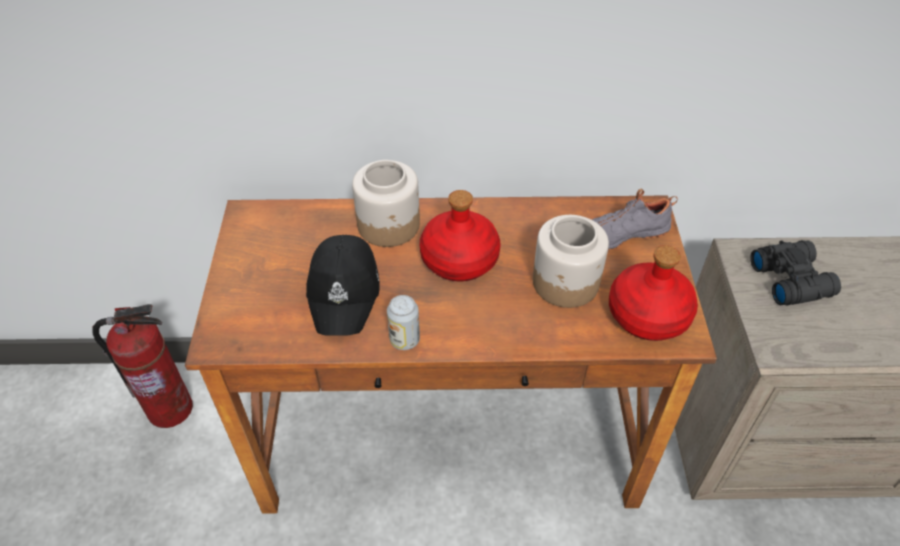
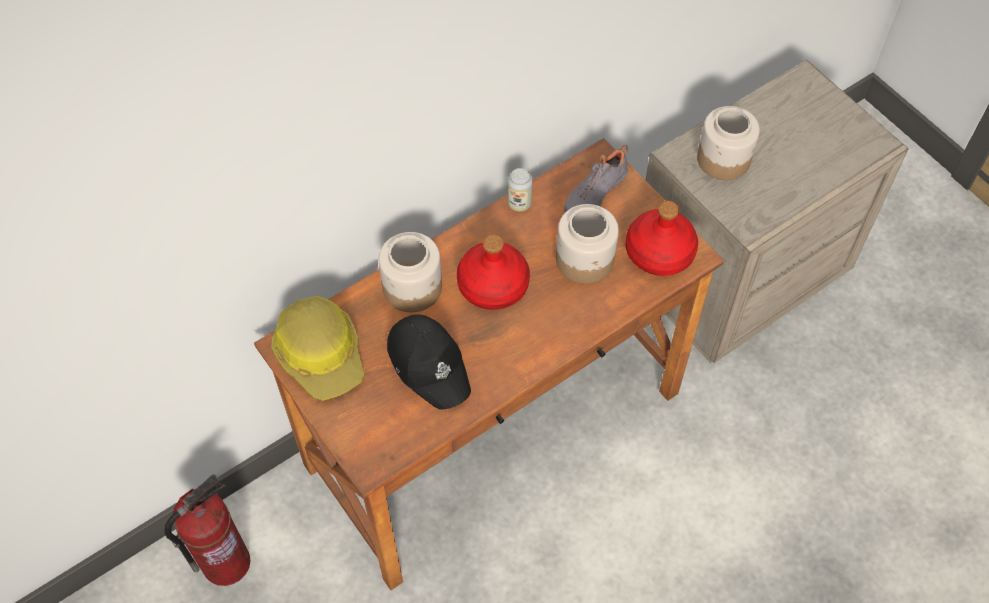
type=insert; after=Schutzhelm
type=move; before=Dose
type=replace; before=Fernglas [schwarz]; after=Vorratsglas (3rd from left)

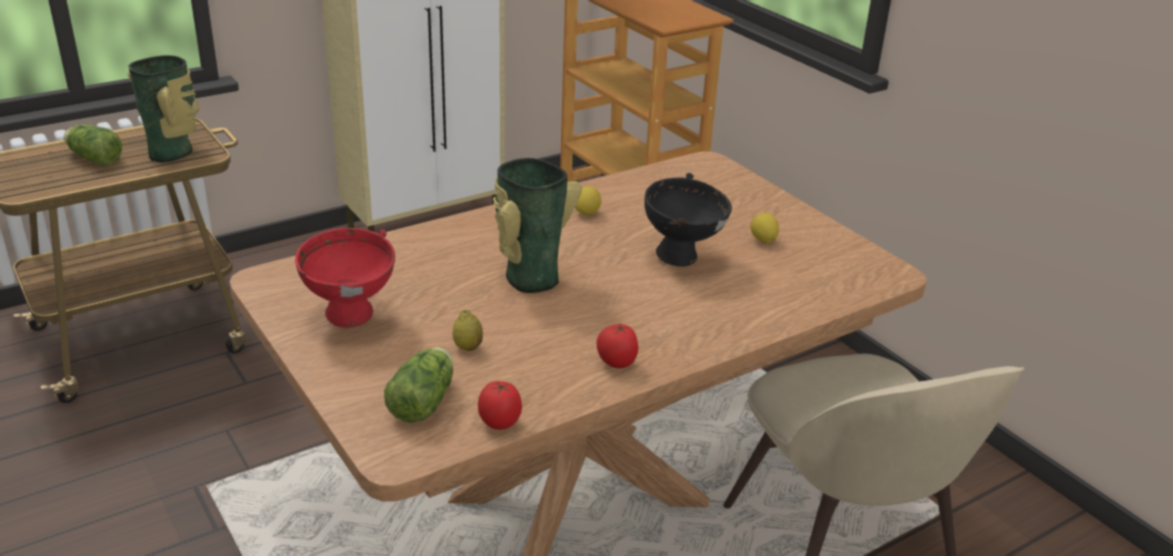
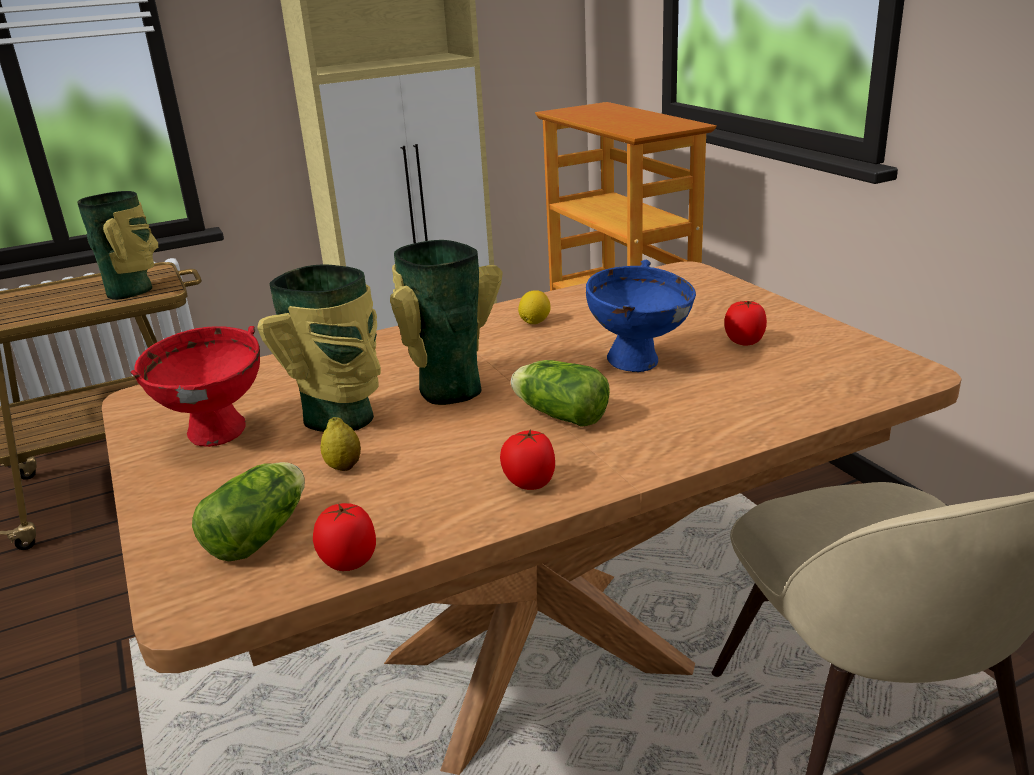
type=insert; after=Vase (2nd from left)
type=move; before=Salatkopf (1st from left in the first image); after=Salatkopf (2nd from left)
type=recolor; before=Schüssel [schwarz]; after=Schüssel [blau]
type=replace; before=Zitrone (3rd from left); after=Tomate (3rd from left)

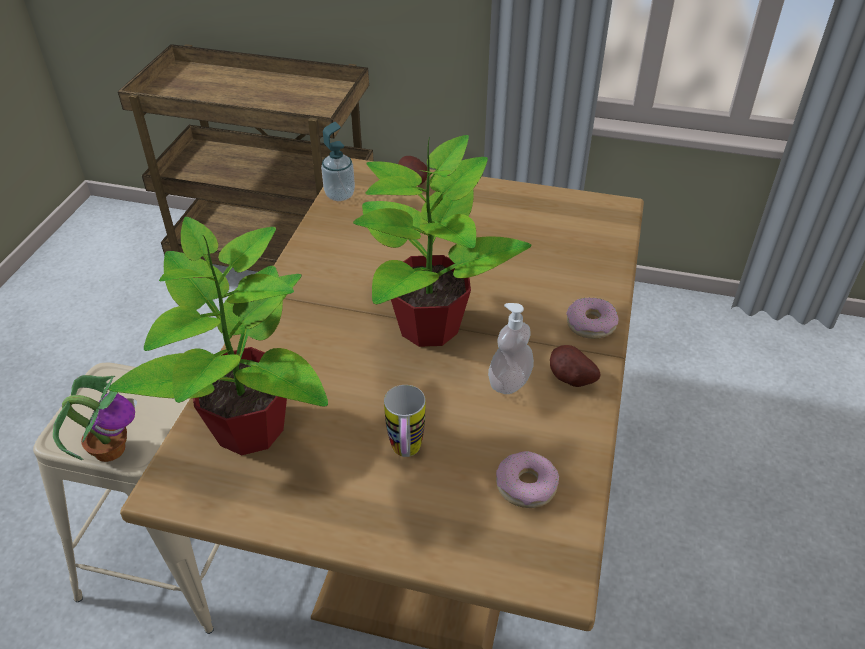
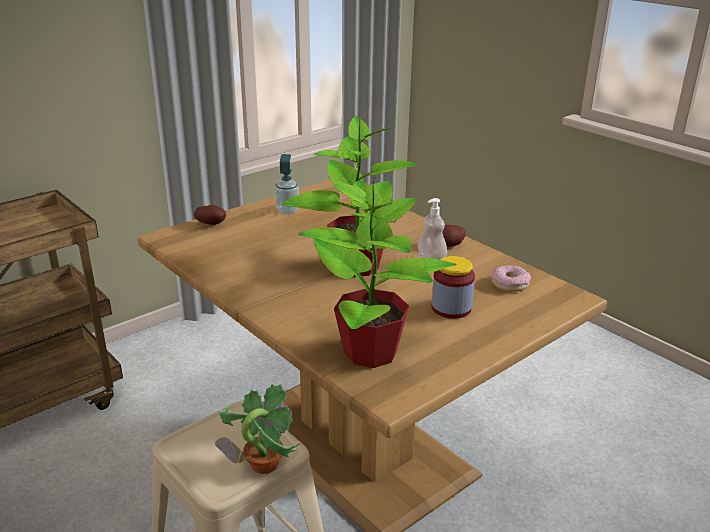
type=move; before=Seifenspender (1st from left)
type=replace; before=Henkelbecher; after=Vorratsglas
type=delete; before=Donut (2nd from left)

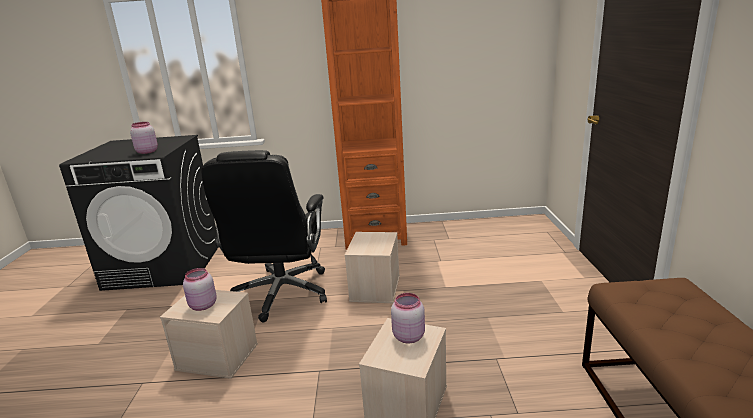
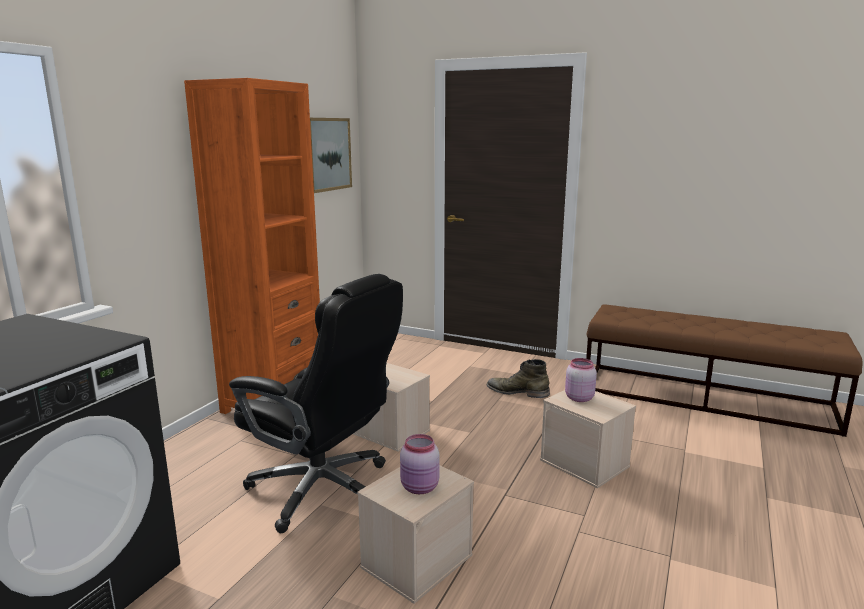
type=insert; after=Bild
type=insert; after=Stiefel [grün]
type=delete; before=Vorratsglas [rosa] (1st from left)

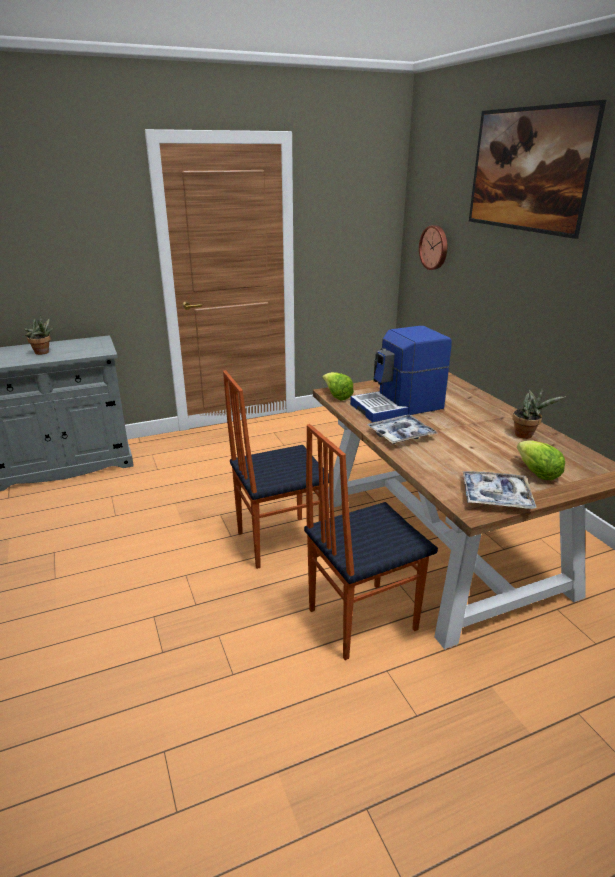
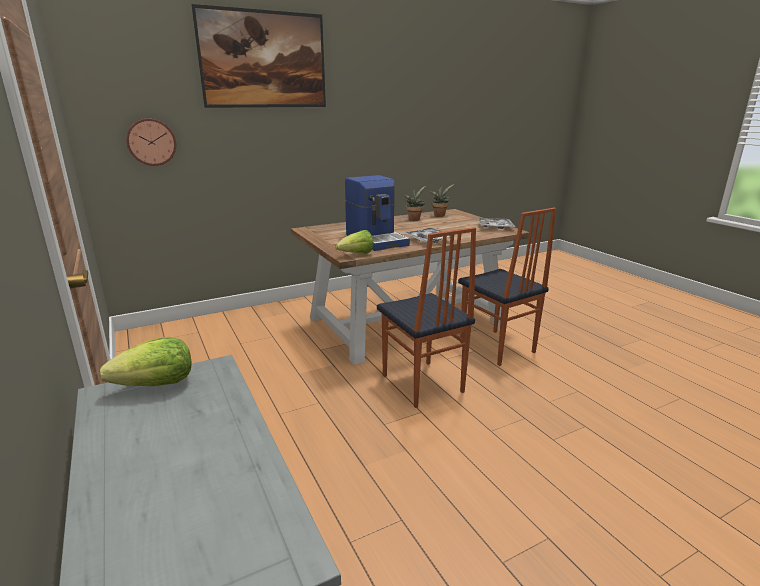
type=move; before=Salatkopf (2nd from left in the first image); after=Salatkopf (1st from left)
type=move; before=Topfpflanze (1st from left in the first image); after=Topfpflanze (2nd from left)

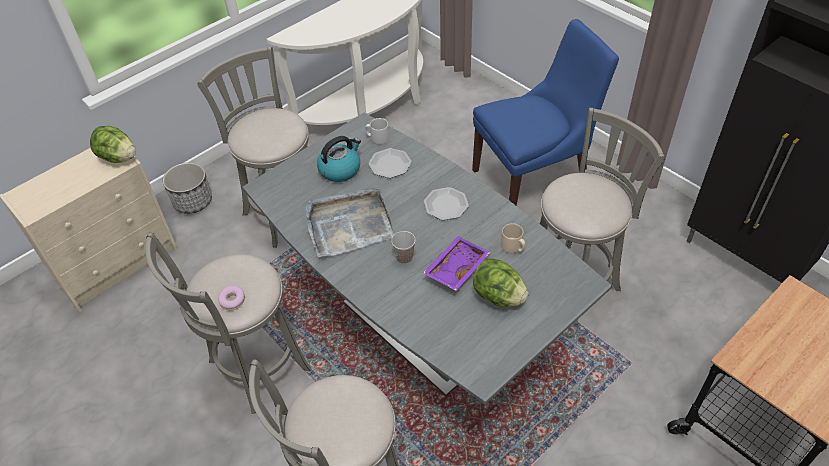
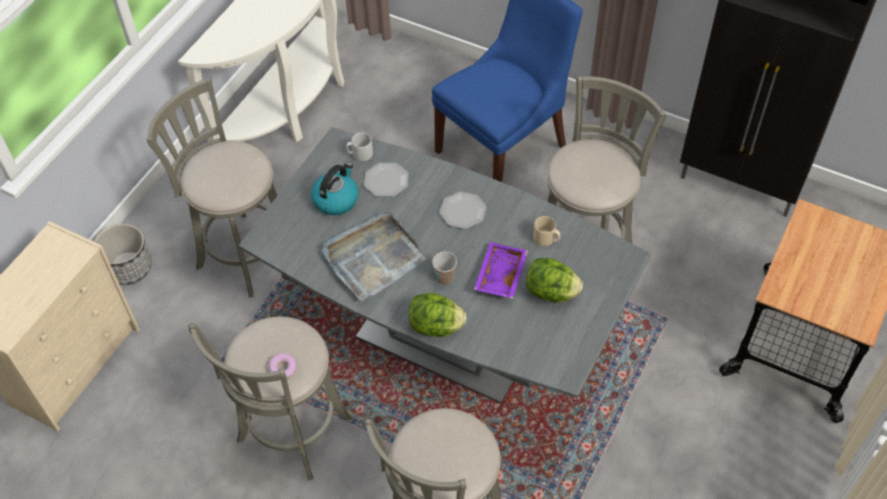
type=move; before=Salatkopf (1st from left)

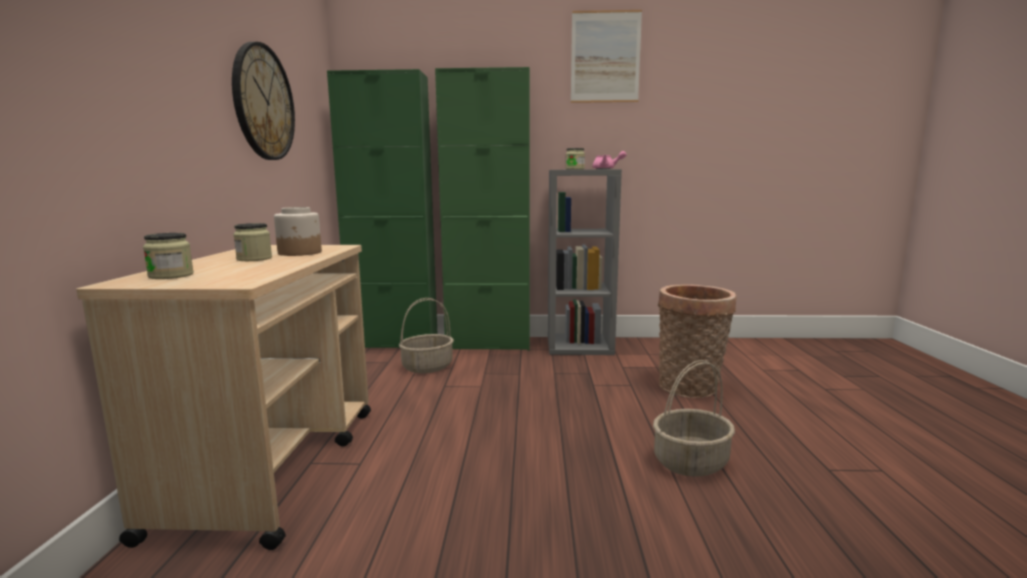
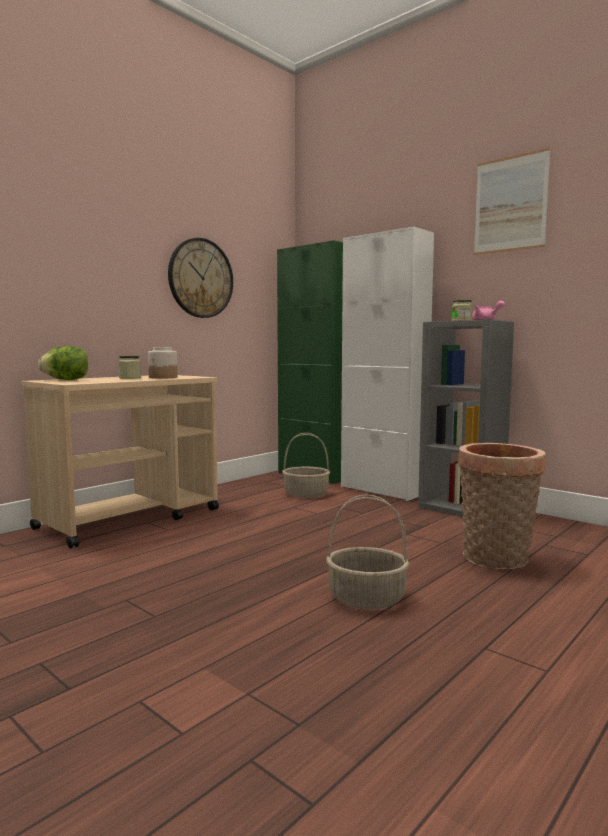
type=replace; before=Vorratsglas (1st from left); after=Salatkopf
type=recolor; before=Schrank [grün] (2nd from left); after=Schrank [weiß]

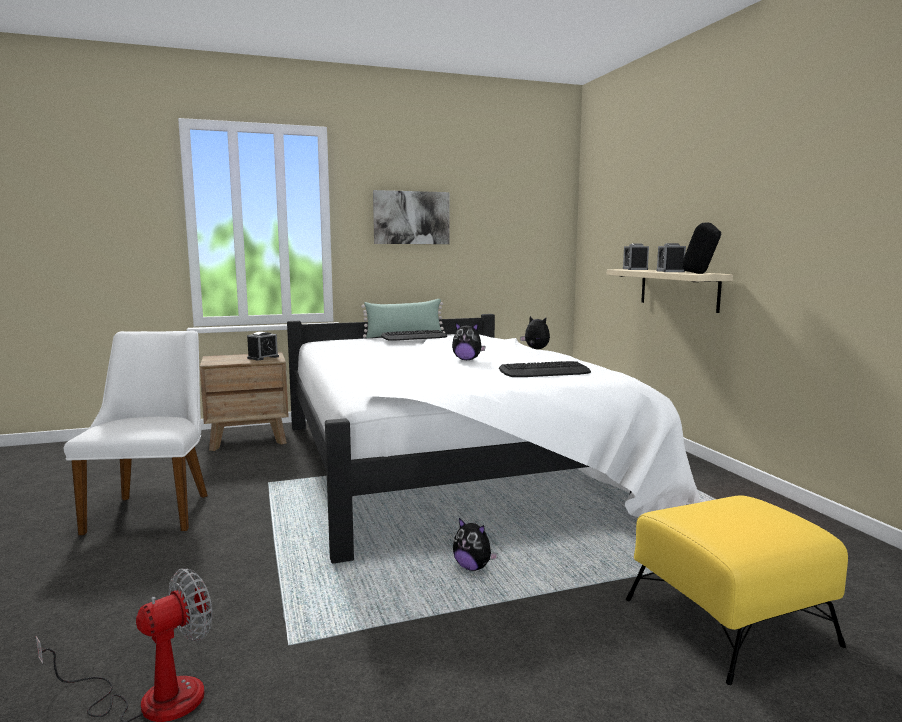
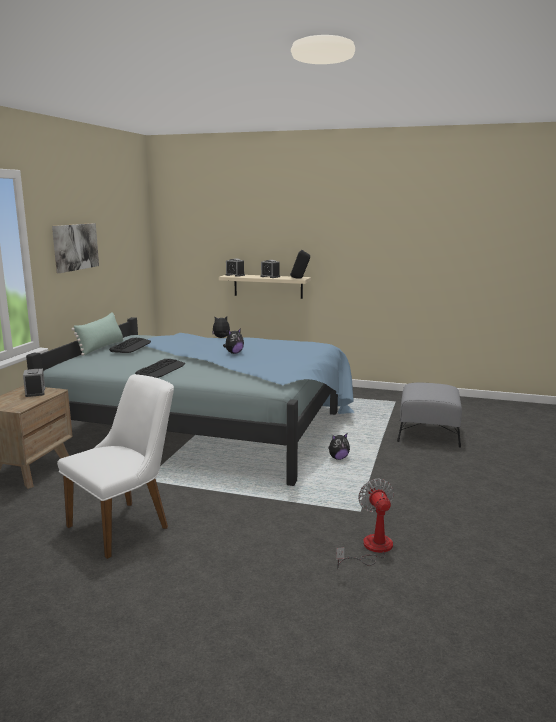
type=recolor; before=Bett [weiß]; after=Bett [blau]
type=rotate; before=Stuhl [weiß]; turn=105
type=move; before=Tastatur (2nd from left)
type=recolor; before=Polsterhocker [gelb]; after=Polsterhocker [grau]

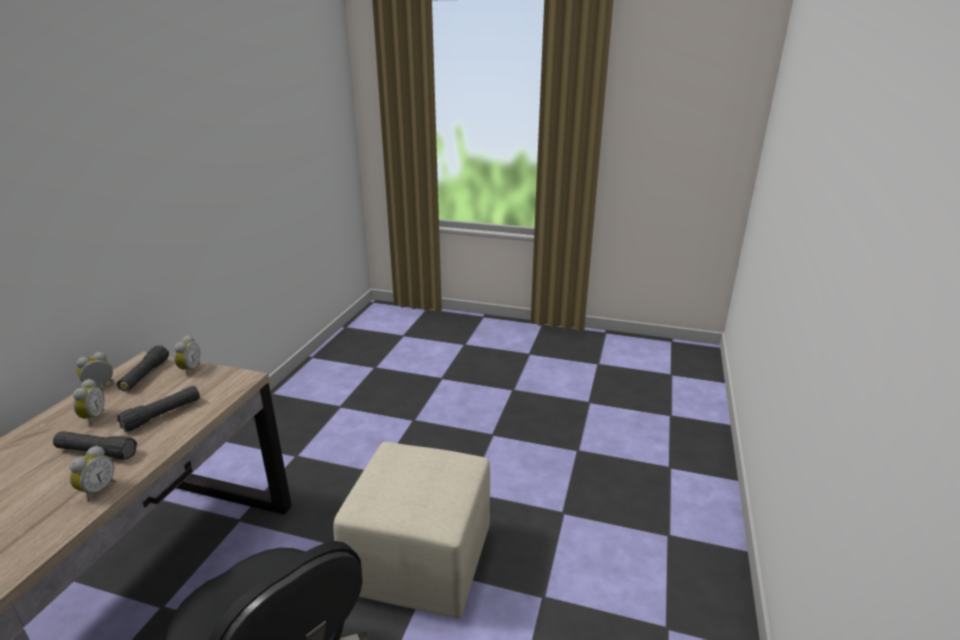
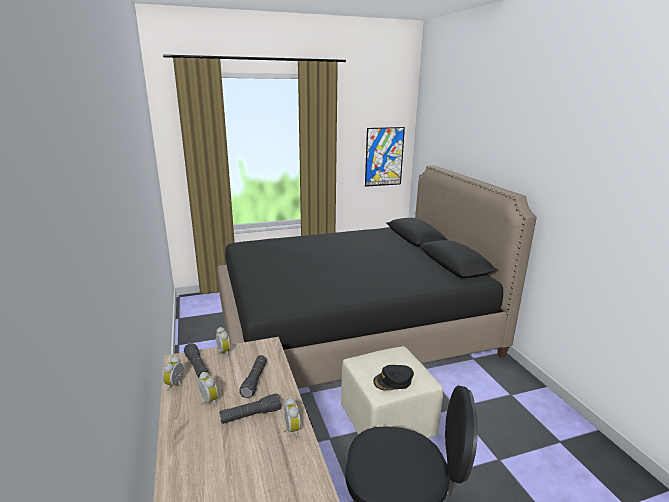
type=insert; after=Bett [schwarz]
type=insert; after=Bild
type=insert; after=Kappe [schwarz]

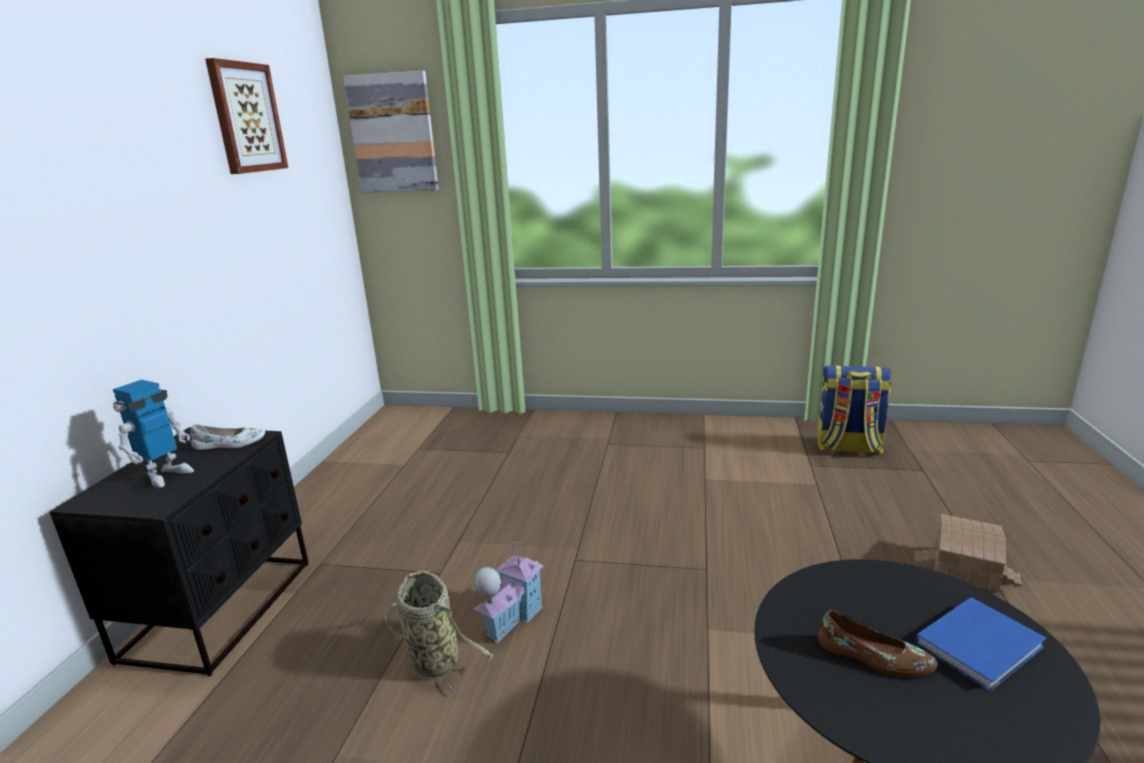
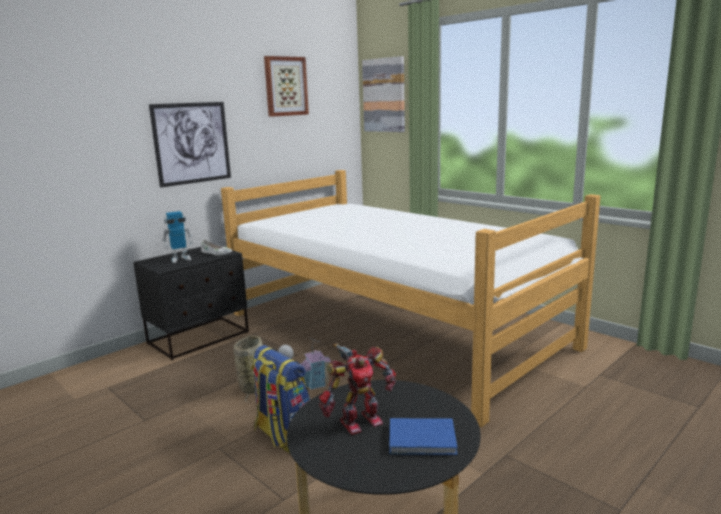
type=insert; after=Bild (1st from left)
type=insert; after=Bett
type=move; before=Rucksack
type=replace; before=Schuh [braun]; after=Spielzeugroboter (2nd from left)
type=delete; before=Spielzeughaus (2nd from left)

